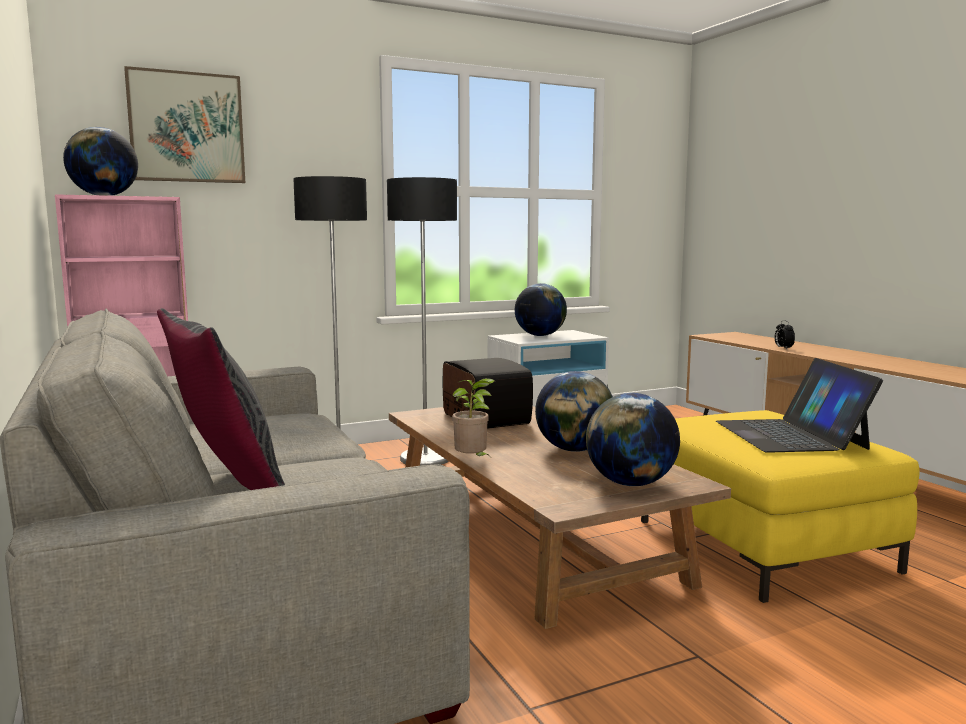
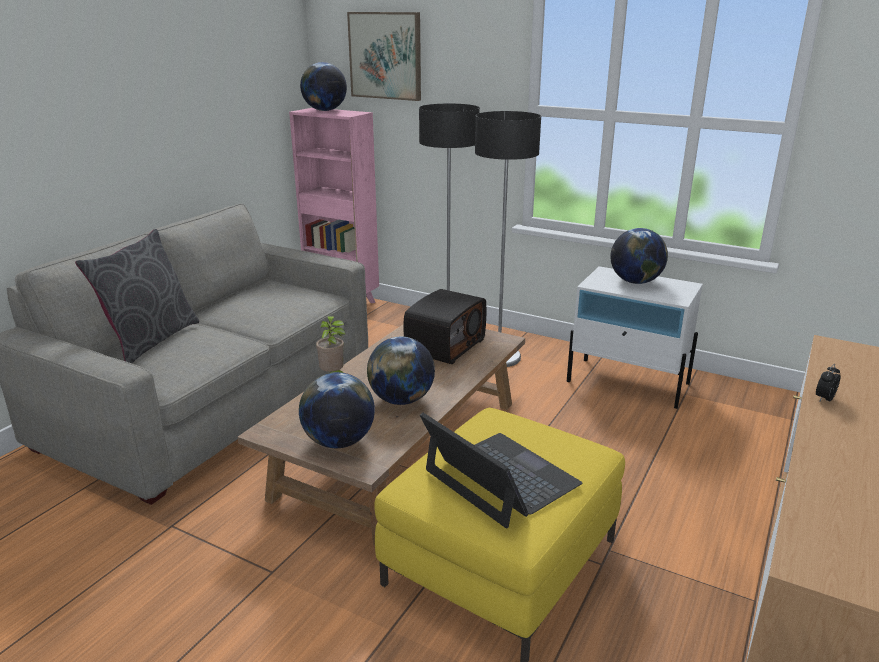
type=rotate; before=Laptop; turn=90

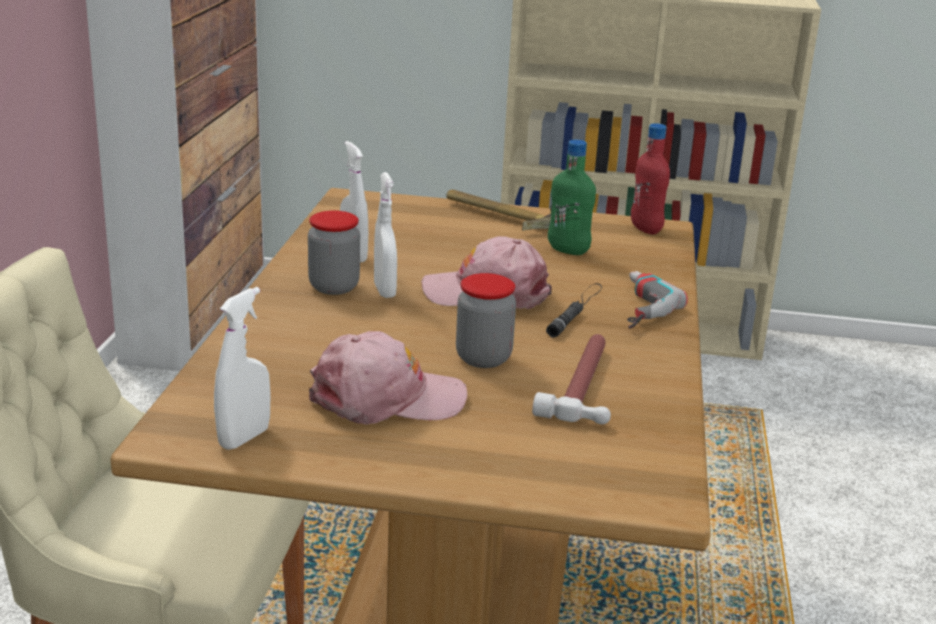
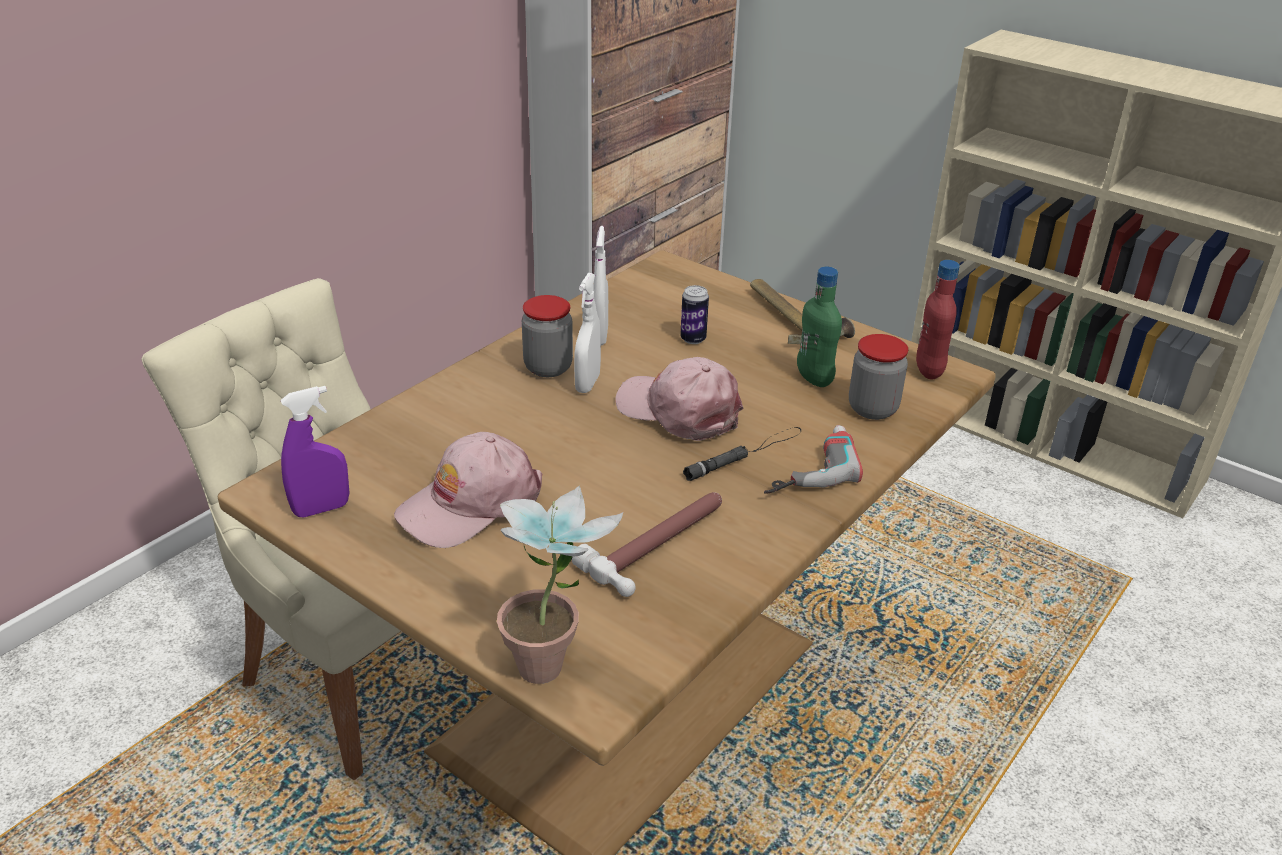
type=recolor; before=Sprühflasche [weiß] (1st from left); after=Sprühflasche [lila]
type=rotate; before=Kappe [rosa] (1st from left); turn=120
type=insert; after=Topfpflanze
type=insert; after=Dose
type=move; before=Vorratsglas (2nd from left)

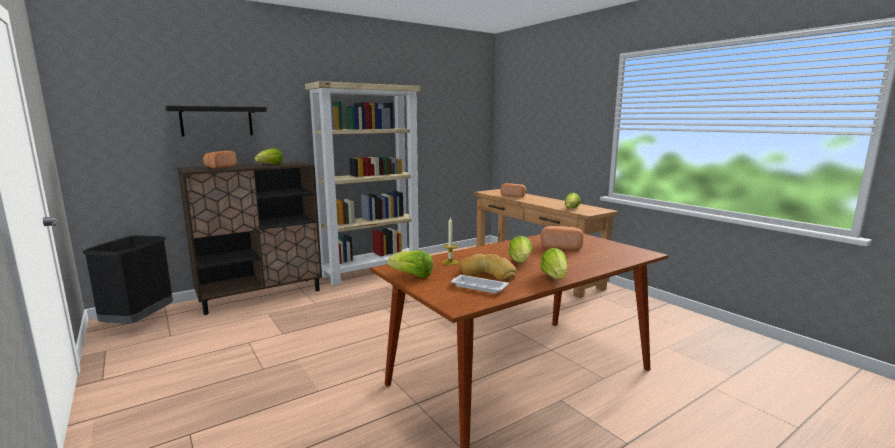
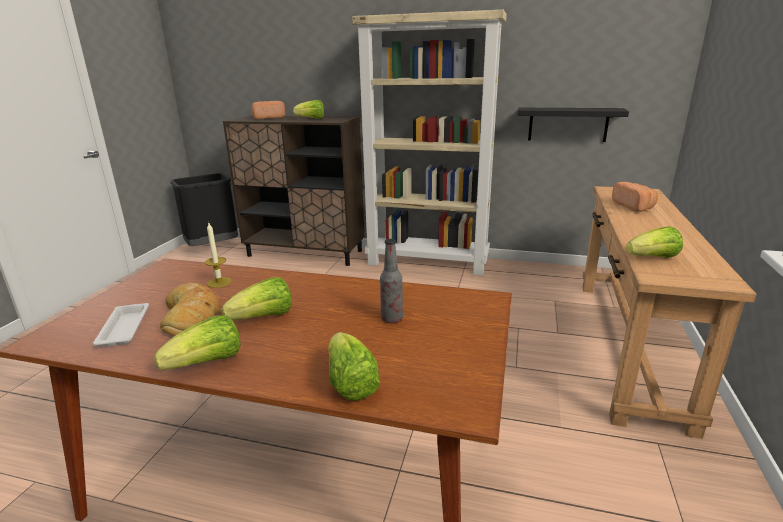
type=move; before=Salatkopf (2nd from left in the first image); after=Salatkopf (4th from left)
type=replace; before=Brot (4th from left); after=Flasche
type=move; before=Wandregal [schwarz]

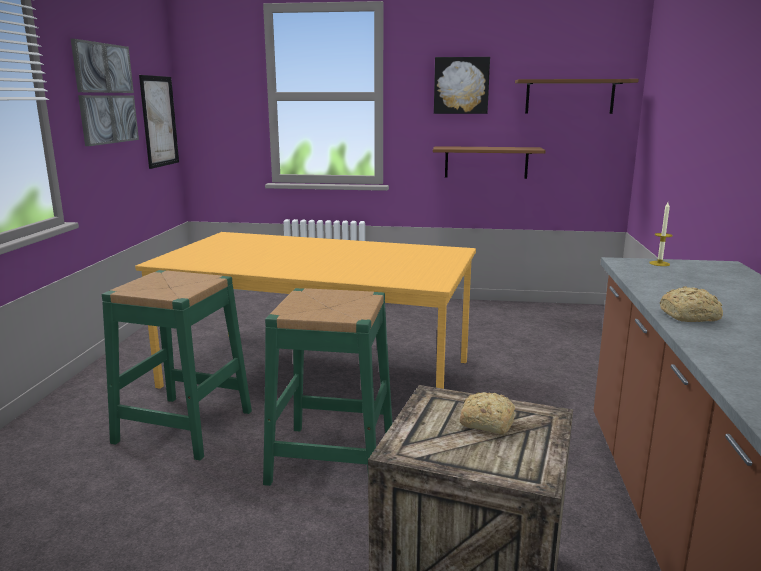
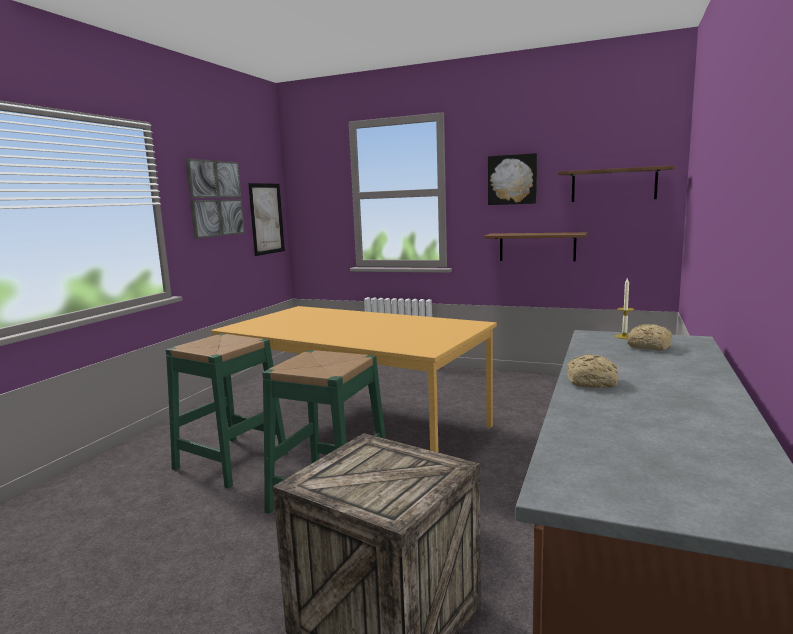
type=move; before=Brot (1st from left in the first image); after=Brot (2nd from left)

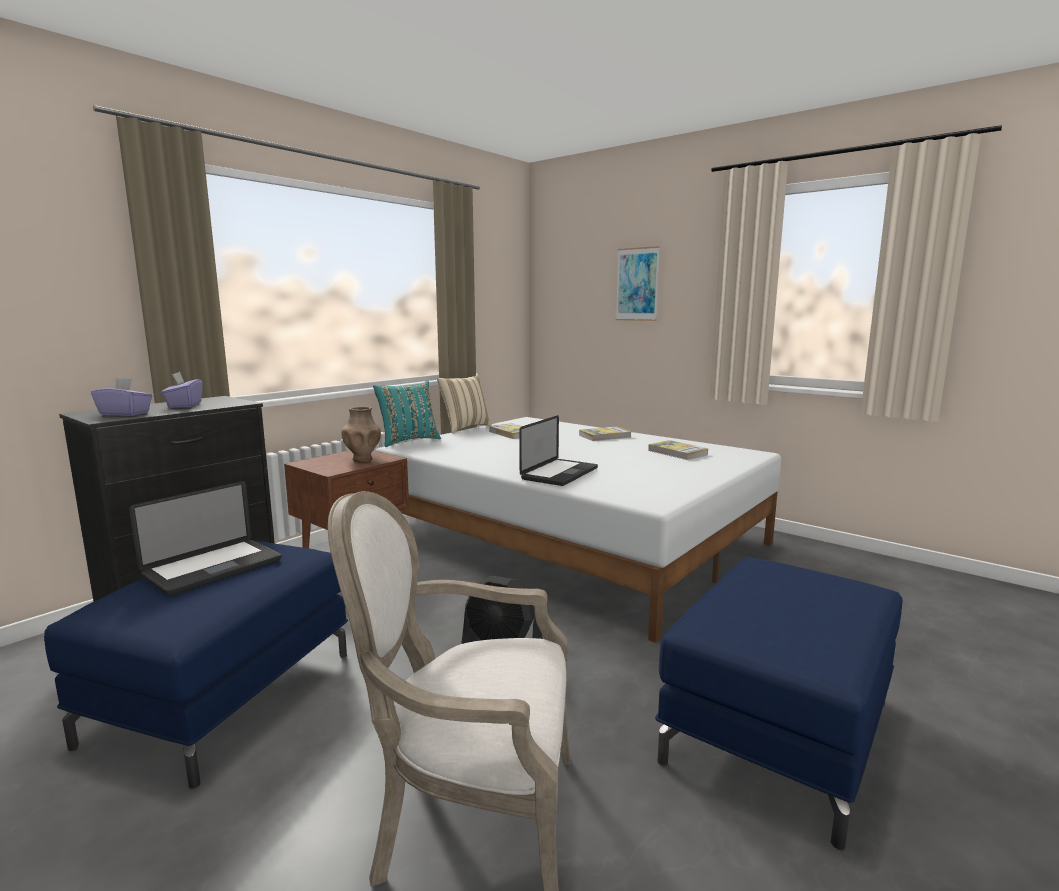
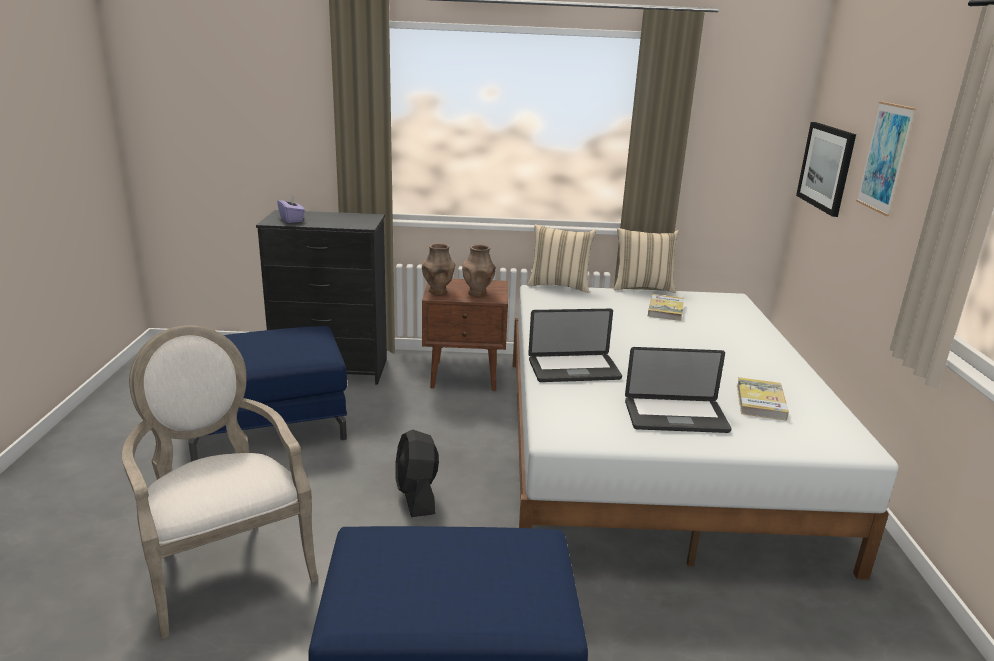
type=insert; after=Vase [braun] (1st from left)
type=recolor; before=Kissen [türkis]; after=Kissen [beige] (1st from left)
type=move; before=Laptop (1st from left in the first image); after=Laptop (2nd from left)
type=insert; after=Bild (1st from left)
type=delete; before=Taschentuchbox [lila] (2nd from left)
type=delete; before=Buch (2nd from left)

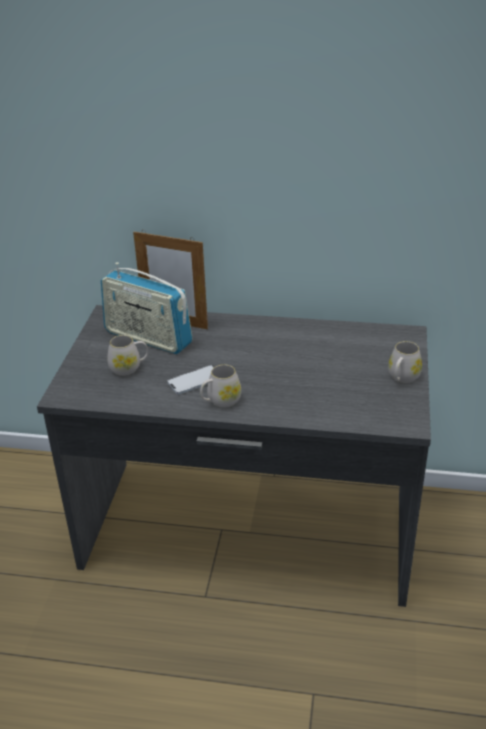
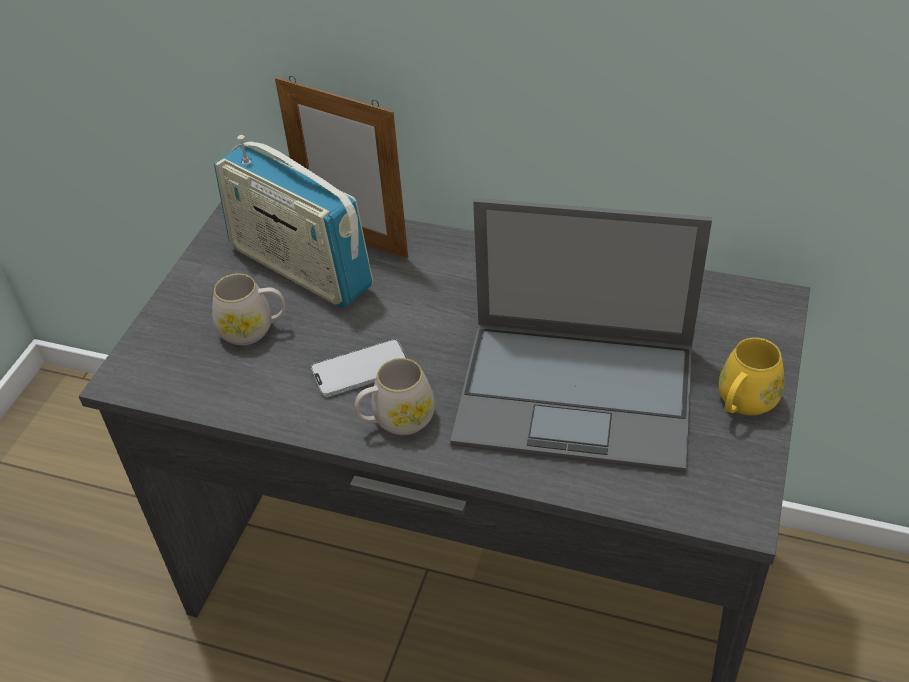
type=insert; after=Laptop
type=recolor; before=Henkelbecher [weiß] (3rd from left); after=Henkelbecher [gelb]

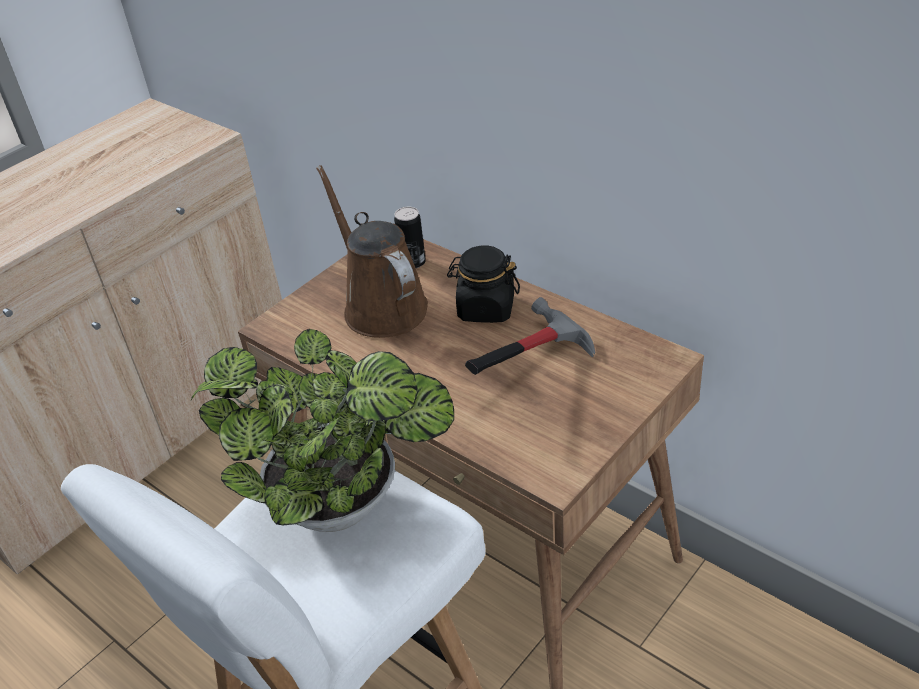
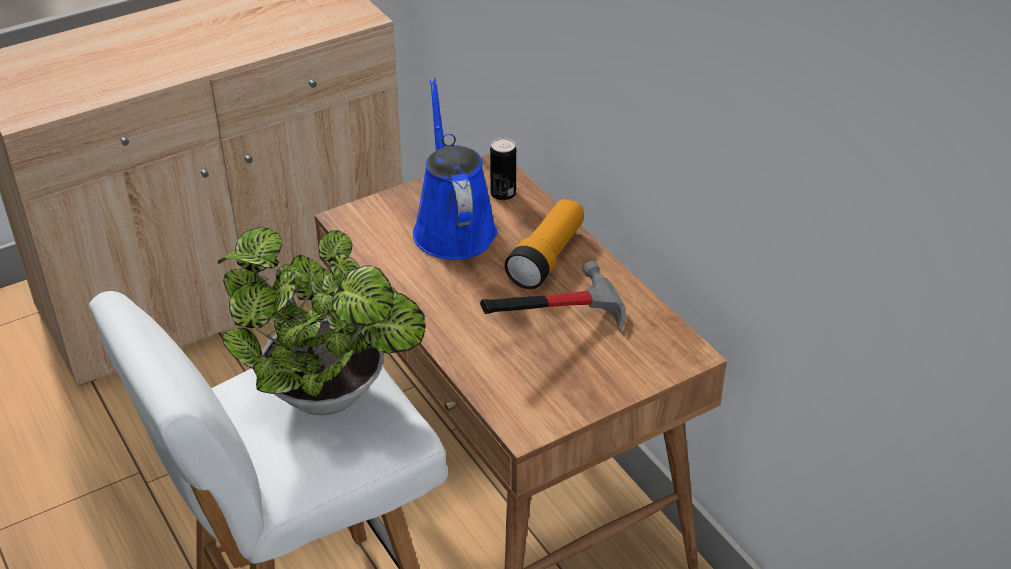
type=recolor; before=Gießkanne [braun]; after=Gießkanne [blau]
type=replace; before=Vorratsglas [schwarz]; after=Taschenlampe

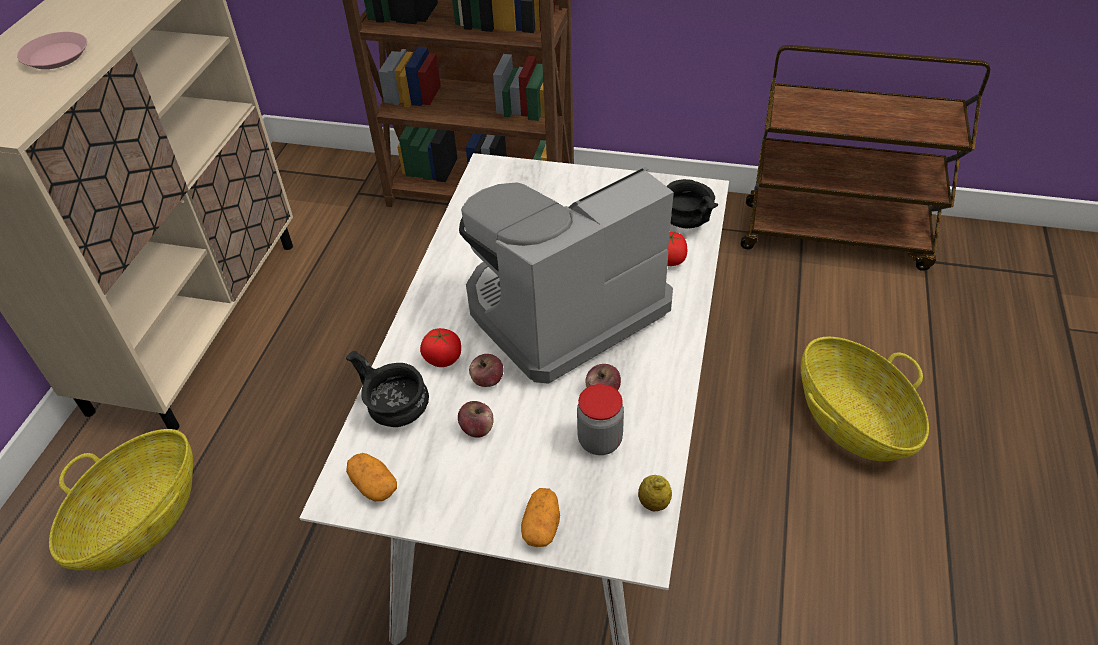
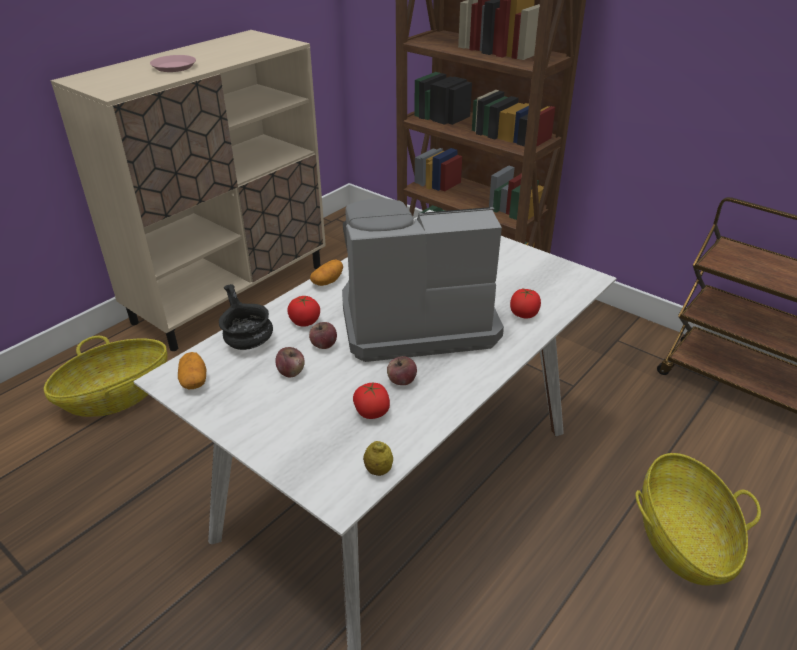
type=move; before=Kartoffel (2nd from left)
type=replace; before=Vorratsglas; after=Tomate (2nd from left)
type=delete; before=Schüssel [schwarz] (2nd from left)

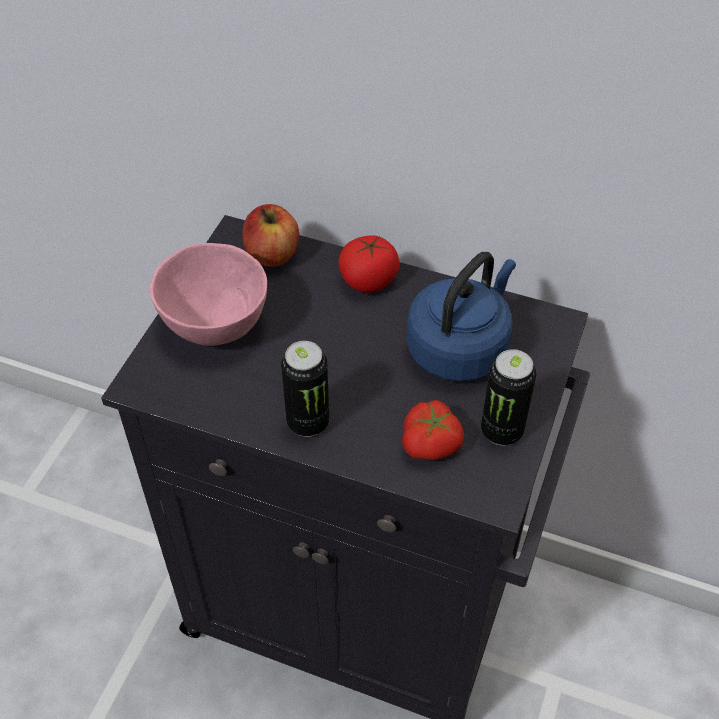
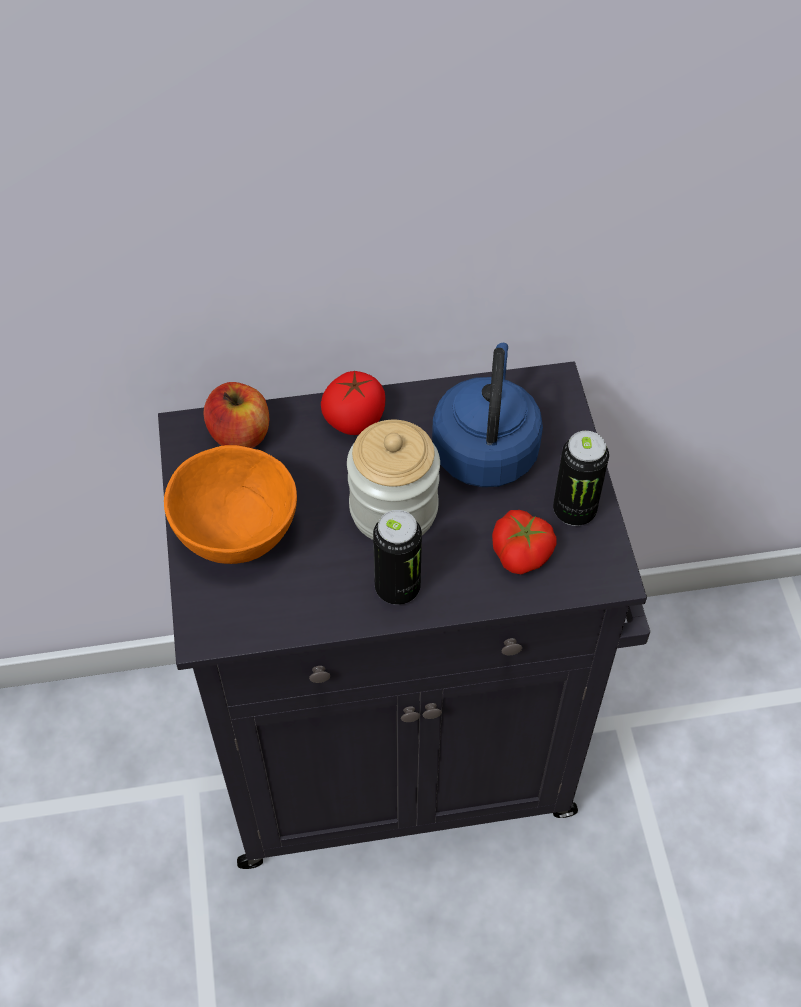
type=recolor; before=Schüssel [rosa]; after=Schüssel [orange]
type=insert; after=Vorratsglas

